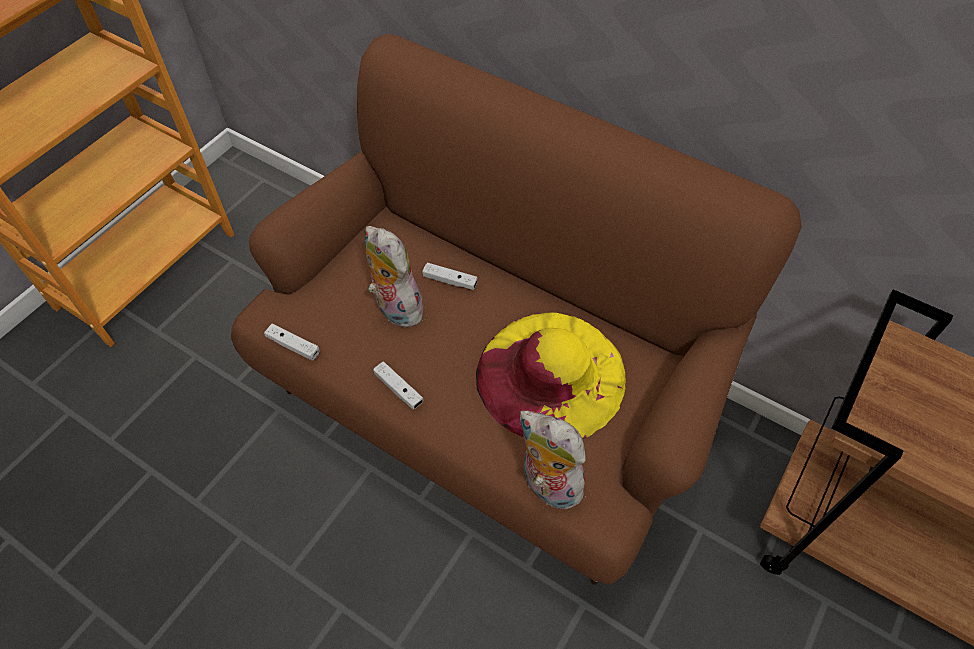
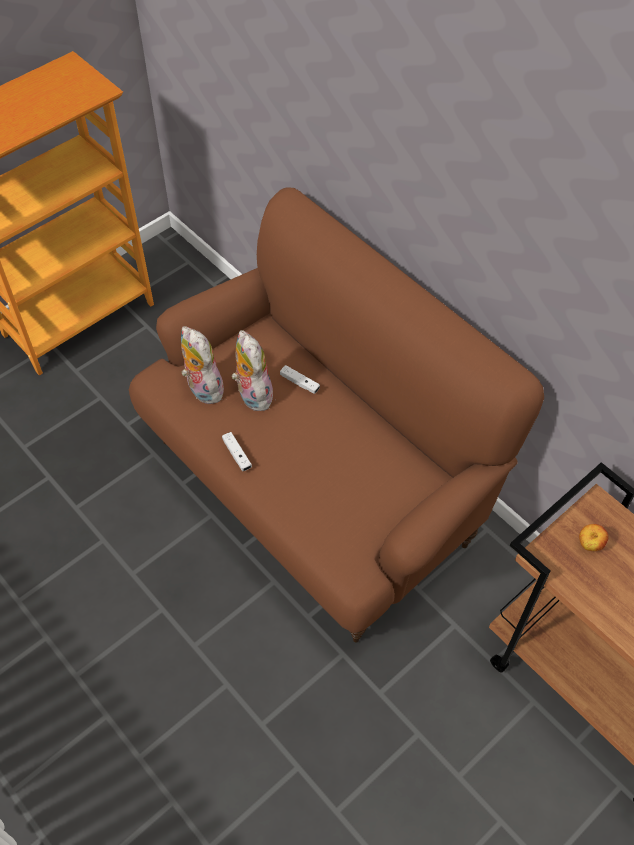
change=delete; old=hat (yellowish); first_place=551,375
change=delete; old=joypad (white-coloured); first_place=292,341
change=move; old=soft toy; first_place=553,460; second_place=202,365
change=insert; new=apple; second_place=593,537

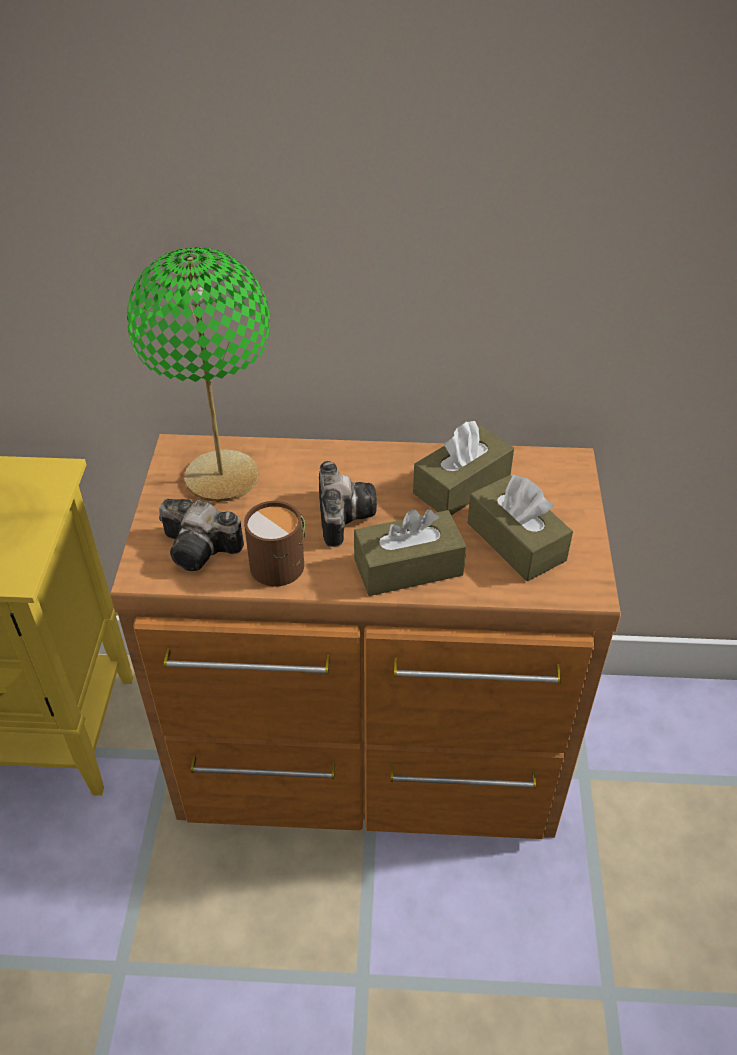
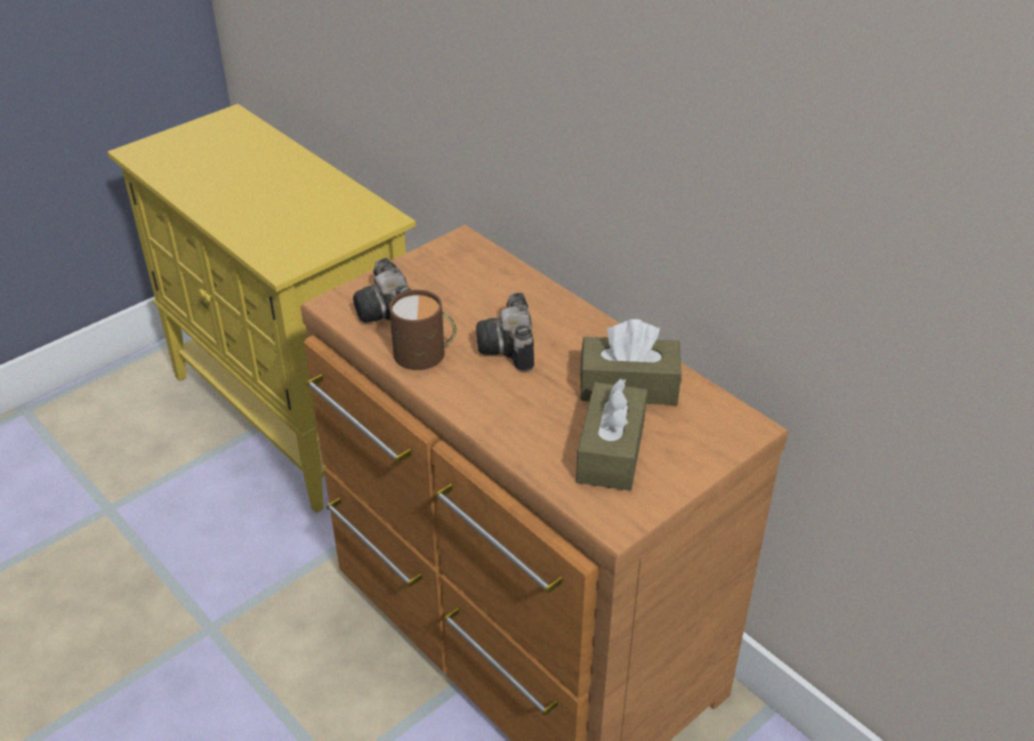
change=delete; old=lamp for a table (greenish); first_place=198,374
change=rotate; old=photo camera; first_place=348,504; second_place=505,332; degrees=135
change=delete; old=box of tissues (brown); first_place=410,552

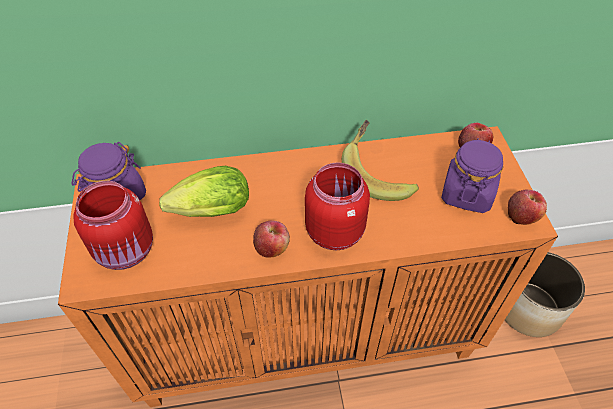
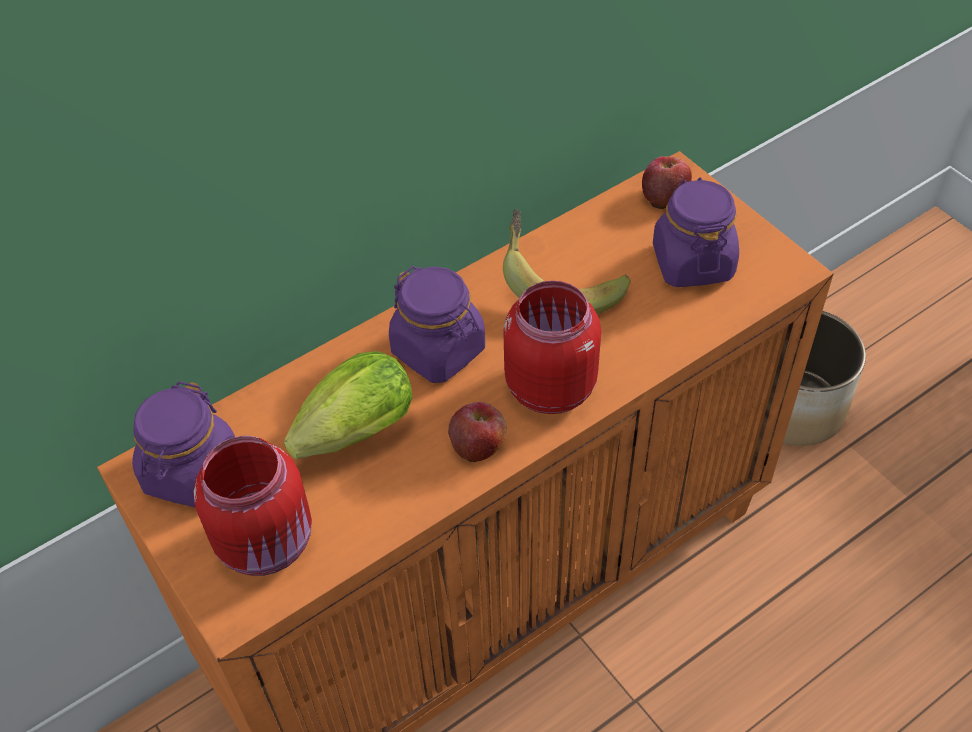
change=delete; old=apple; first_place=527,207
change=insert; new=preserve jar (purple); second_place=437,324

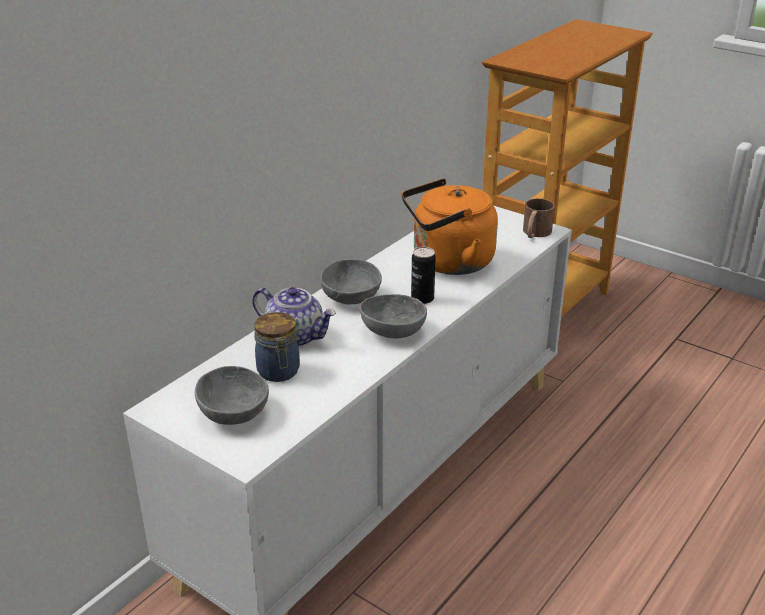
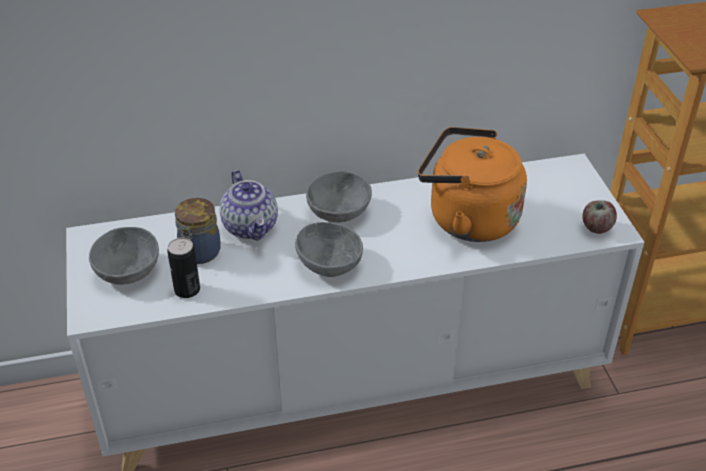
change=replace; old=coffee mug (brown); new=apple; first_place=539,218; second_place=599,217
change=move; old=sealed can; first_place=423,275; second_place=183,268

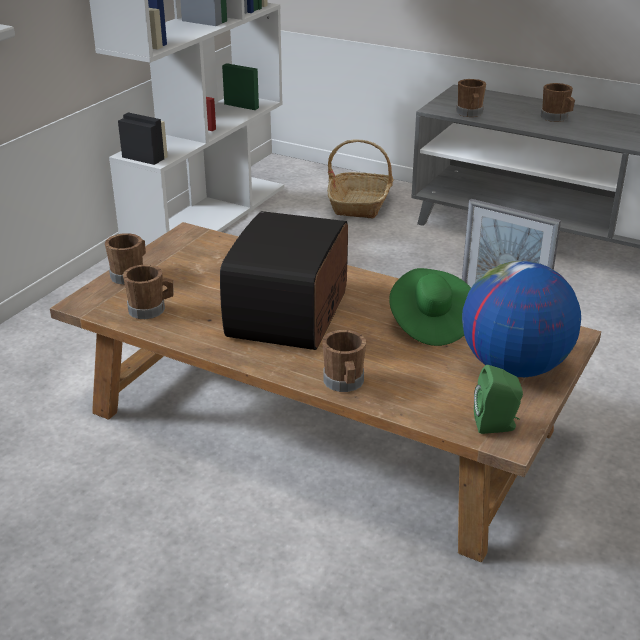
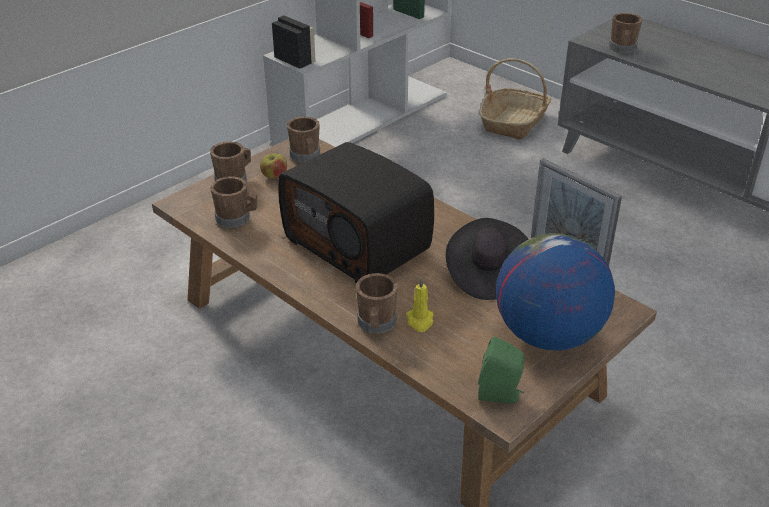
change=move; old=coffee mug (brown); first_place=558,102; second_place=303,139
change=rotate; old=radio; first_place=284,280; second_place=356,212; degrees=-75
change=recolor; old=hat (greenish); new=hat (black); first_place=430,307; second_place=487,259
change=insert; new=apple; second_place=273,166
change=insert; new=candle (yellowish); second_place=420,304

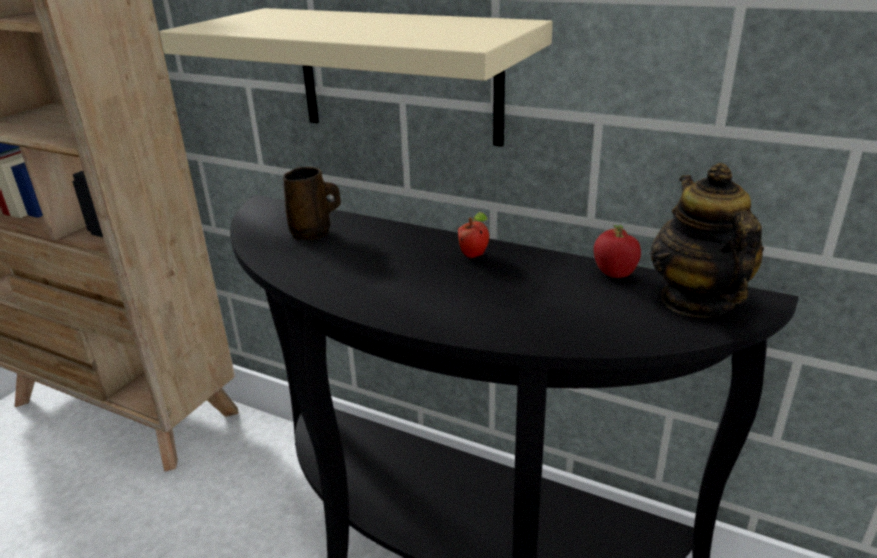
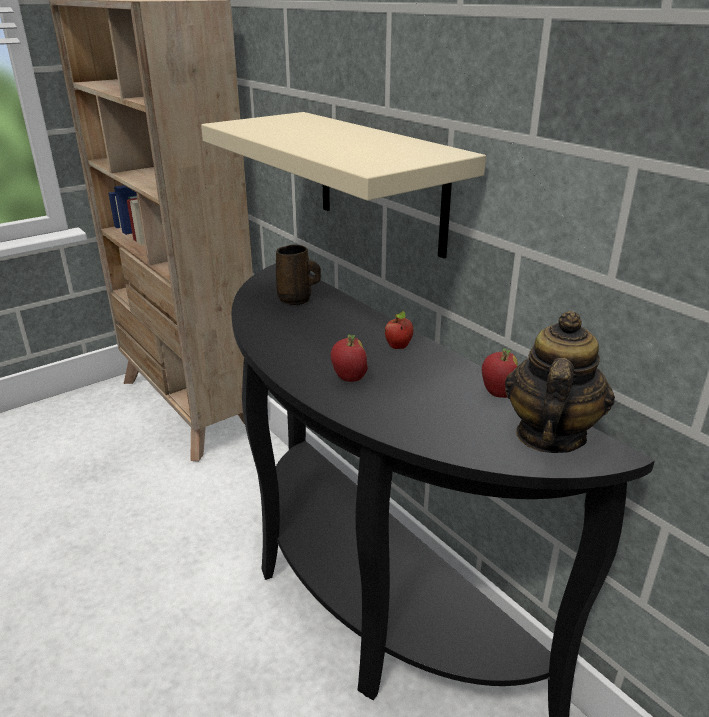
change=insert; new=apple; second_place=349,358

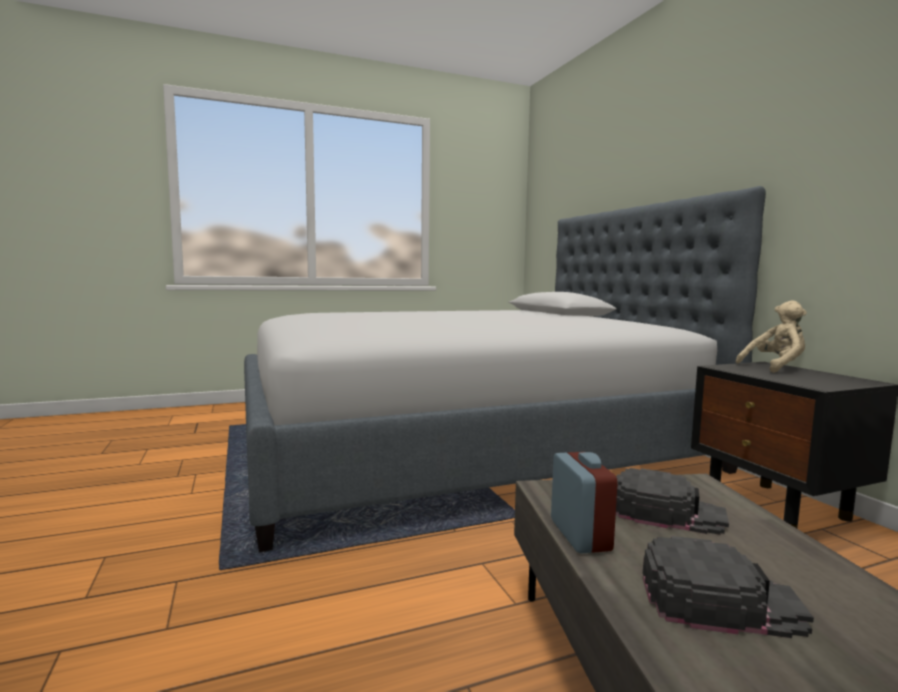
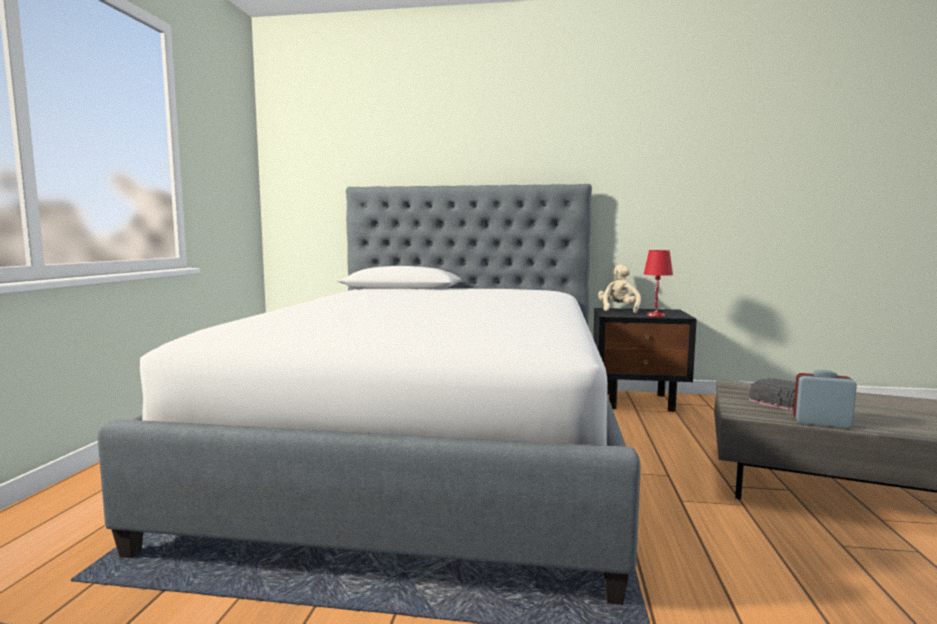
change=delete; old=cap (black); first_place=728,587
change=insert; new=lamp for a table (reddish); second_place=658,283

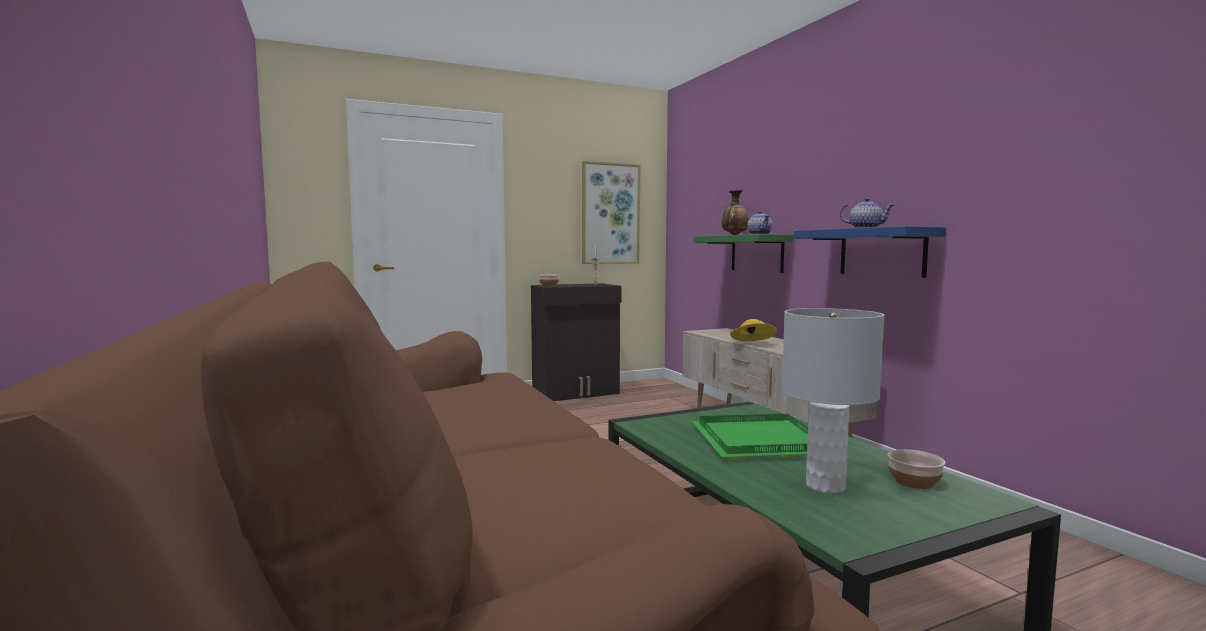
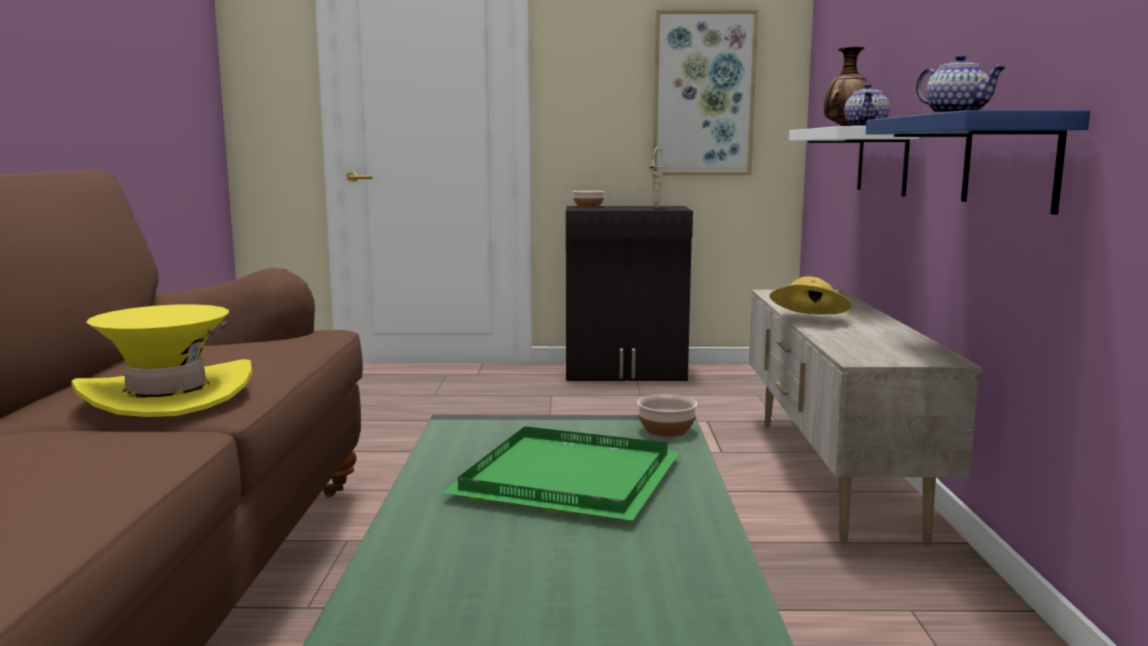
change=recolor; old=bracket shelf (greenish); new=bracket shelf (white-coloured); first_place=744,253; second_place=854,161
change=delete; old=lamp for a table (gray); first_place=833,401
change=move; old=bowl; first_place=916,469; second_place=667,415
change=insert; new=hat (yellowish); second_place=161,360

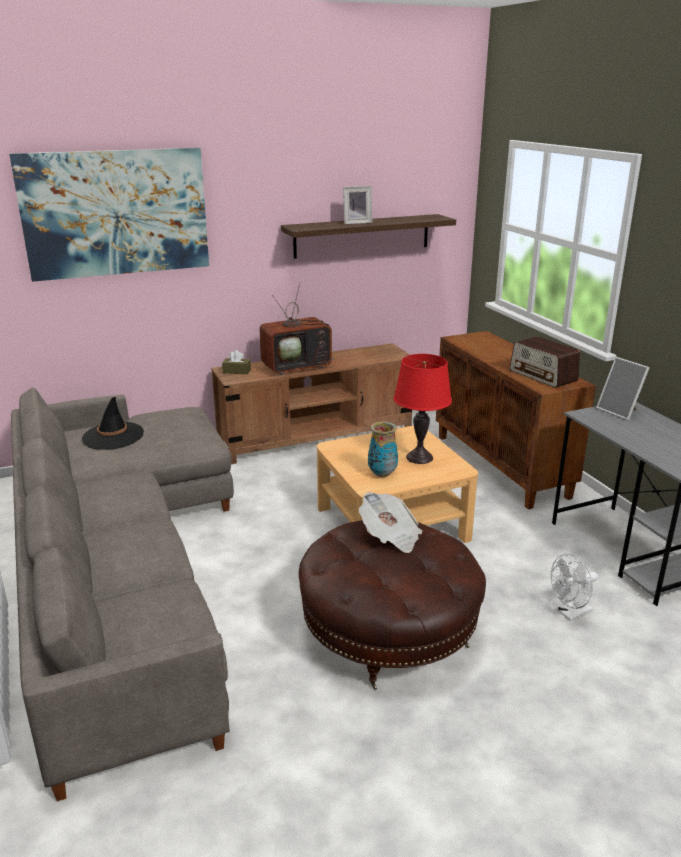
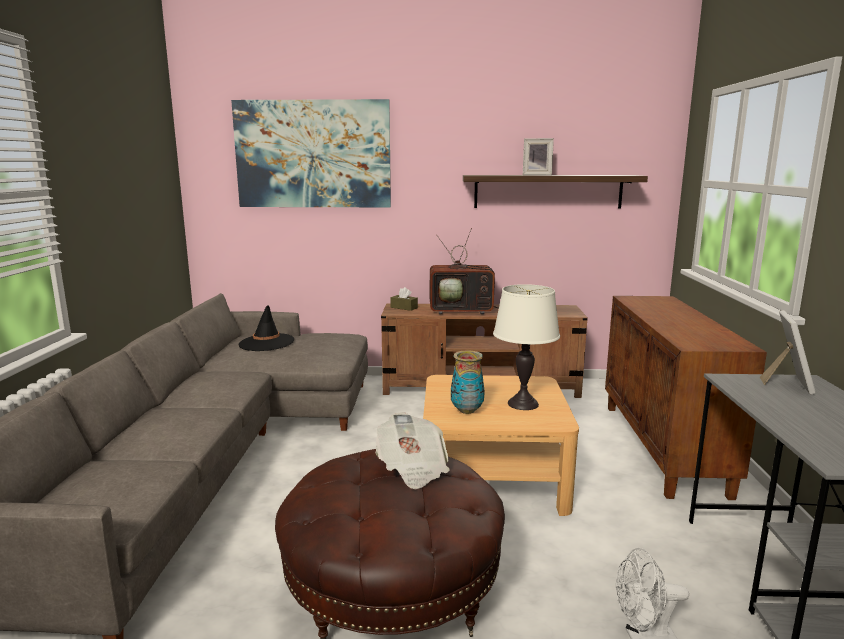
change=delete; old=radio; first_place=545,362
change=recolor; old=lamp for a table (reddish); new=lamp for a table (white-coloured); first_place=423,409; second_place=526,347
change=rotate; old=picture frame; first_place=622,388; second_place=787,352; degrees=-150

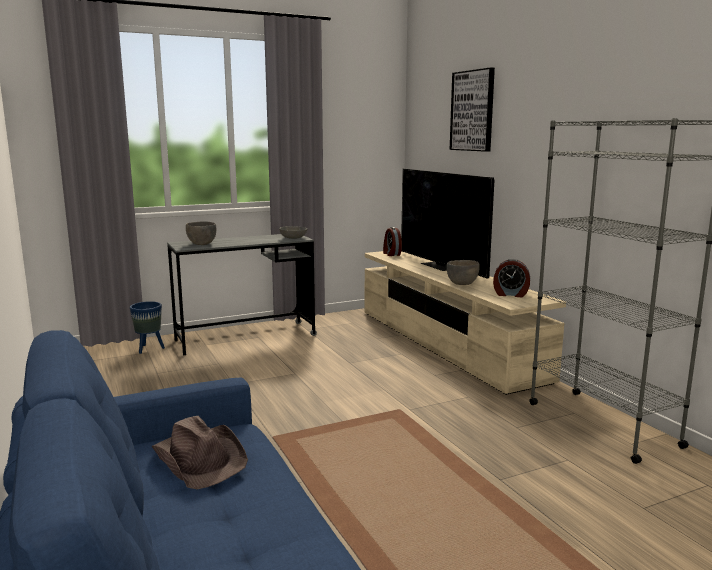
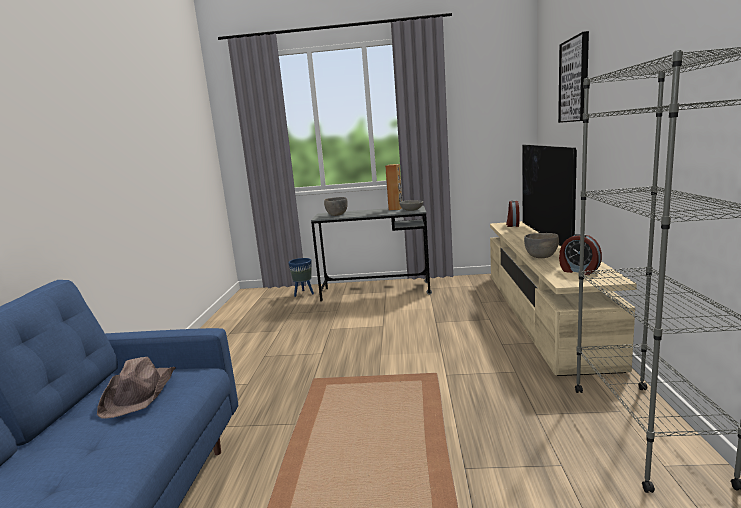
change=insert; new=speaker (brown); second_place=393,187

